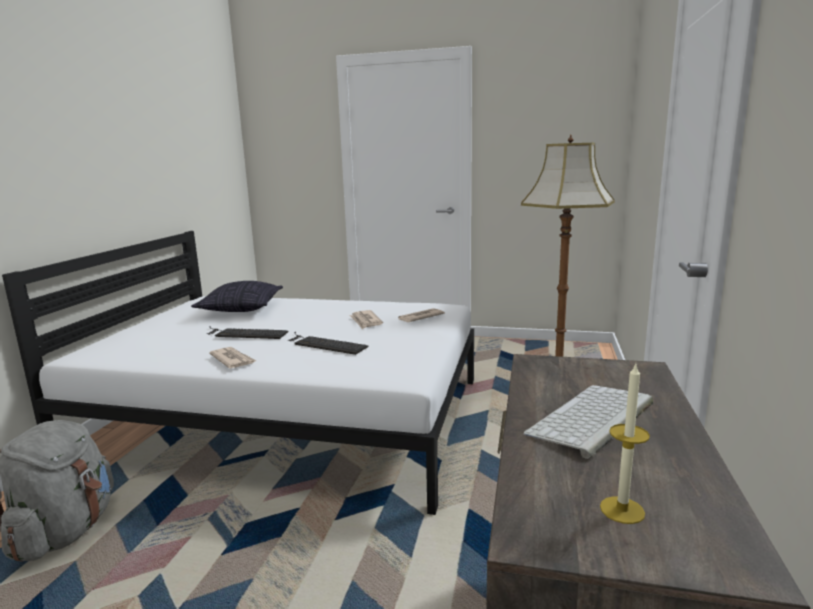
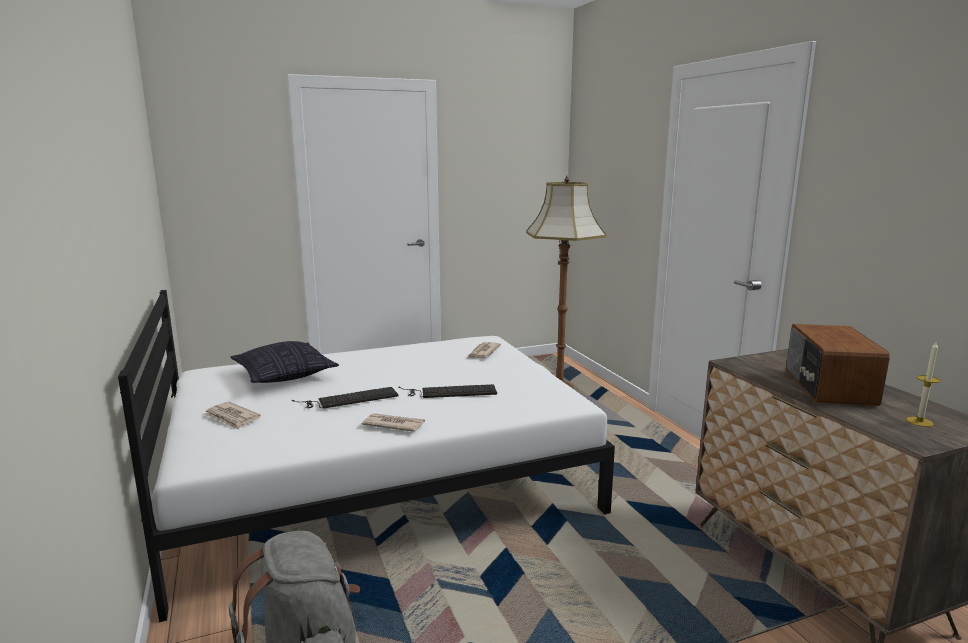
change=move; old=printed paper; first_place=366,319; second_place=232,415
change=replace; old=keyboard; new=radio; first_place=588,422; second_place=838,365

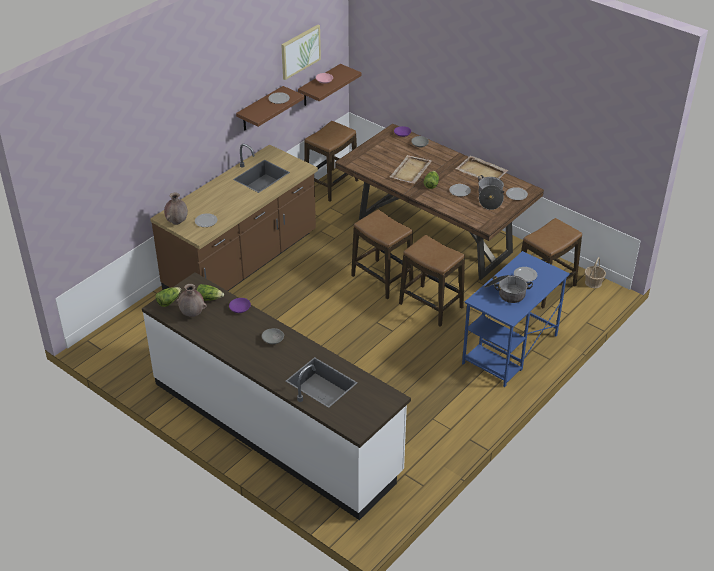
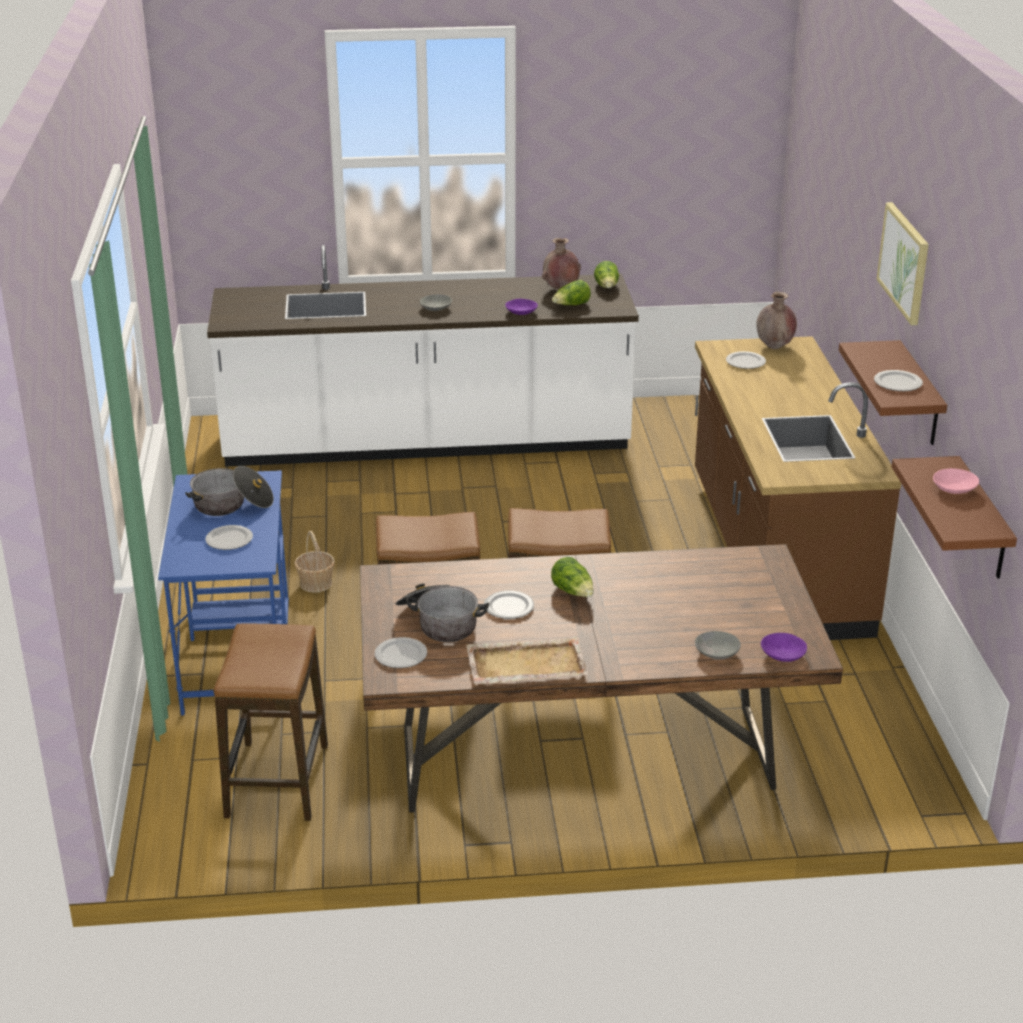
change=move; old=wall art; first_place=301,52; second_place=903,263
change=delete; old=stool; first_place=331,161
change=delete; old=serving tray (beige); first_place=411,169
change=move; old=household basket; first_place=595,272; second_place=315,562

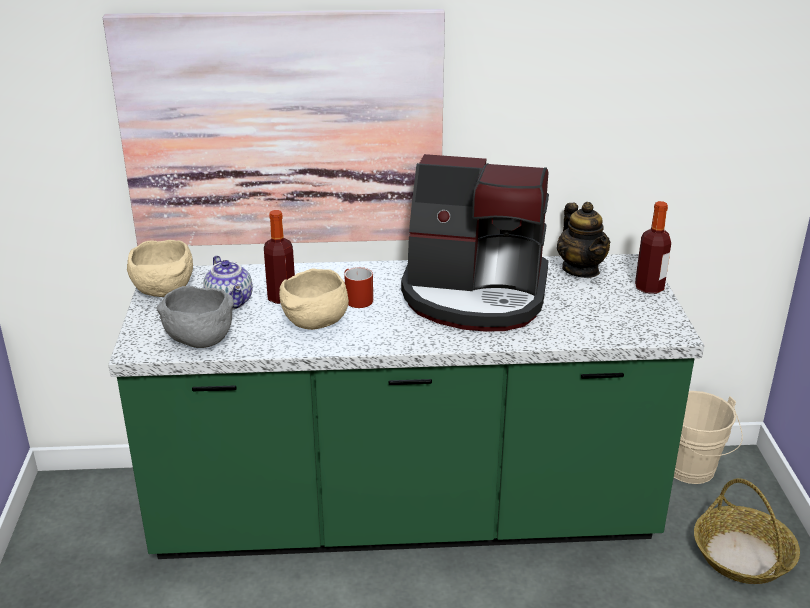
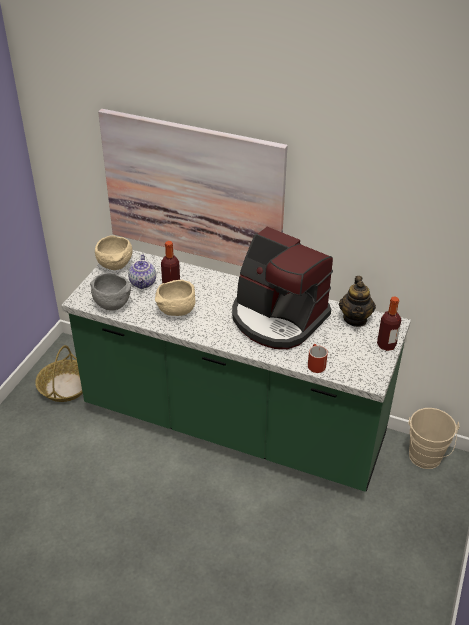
change=move; old=coffee mug (reddish); first_place=358,287; second_place=318,358
change=move; old=household basket; first_place=747,531; second_place=59,373

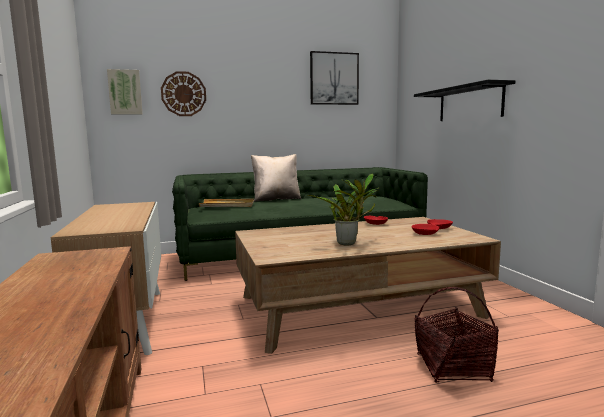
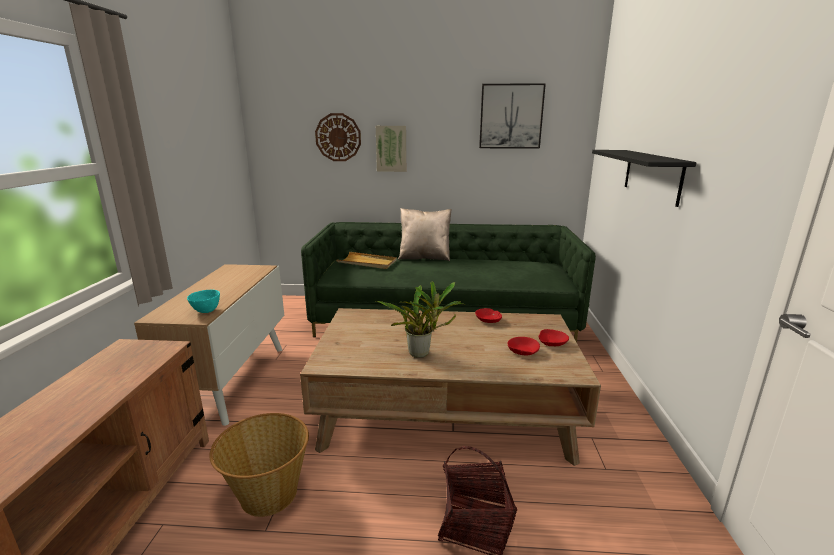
change=move; old=wall art; first_place=124,91; second_place=391,149
change=insert; new=bowl (turquoise-coloured); second_place=203,301
change=insert; new=household basket; second_place=259,465

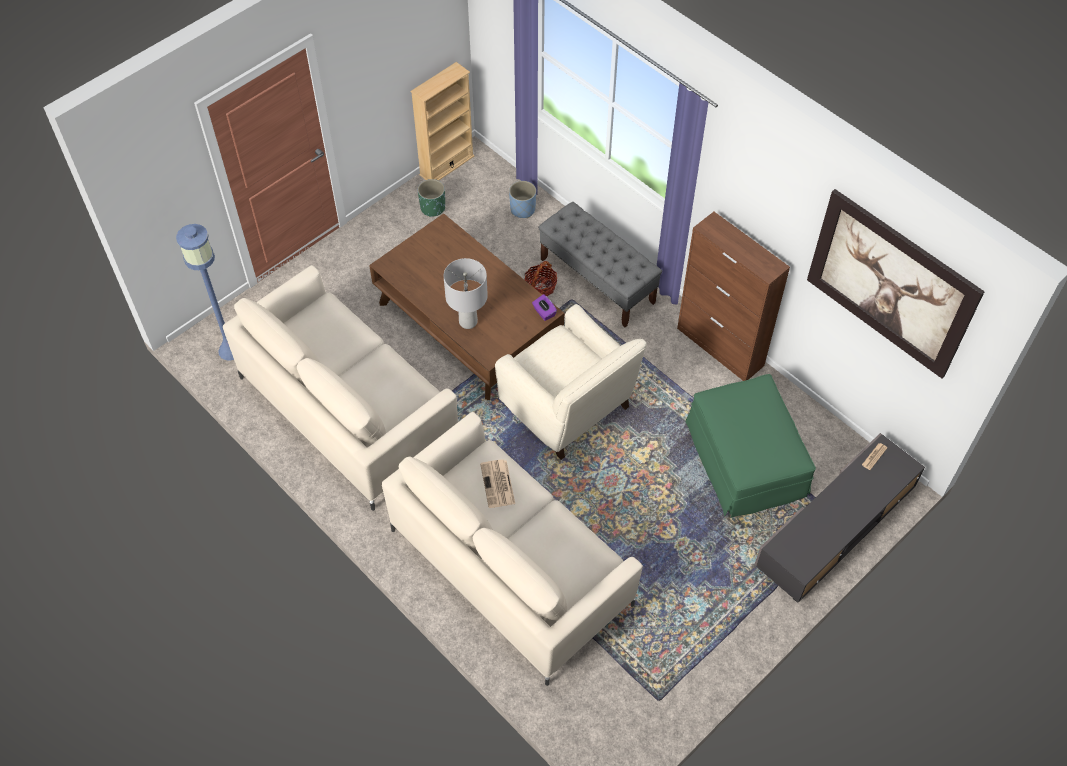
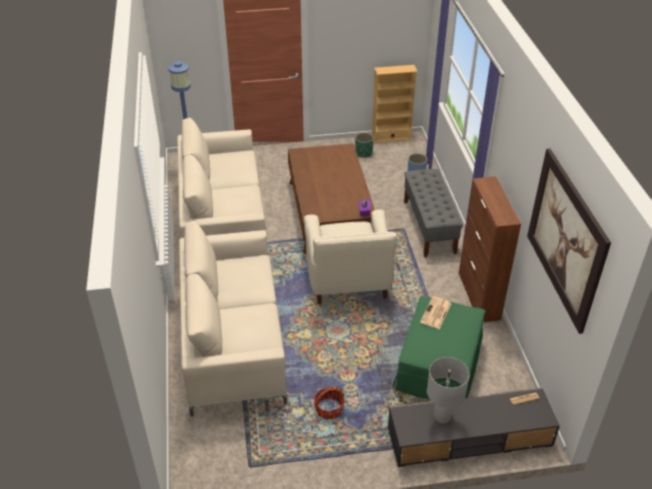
change=move; old=lamp for a table (gray); first_place=466,293; second_place=448,390
change=move; old=household basket; first_place=540,278; second_place=329,403
change=move; old=printed paper; first_place=497,483; second_place=435,312

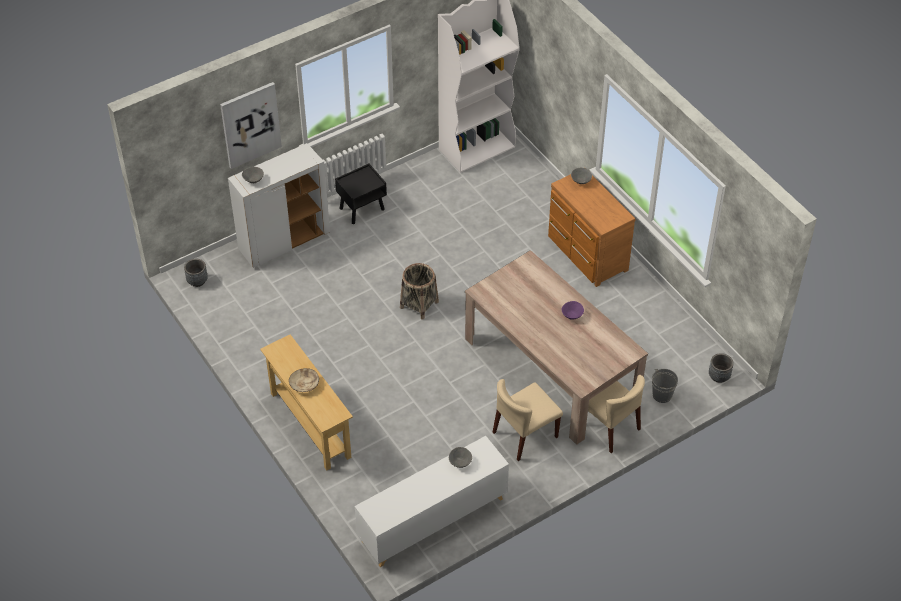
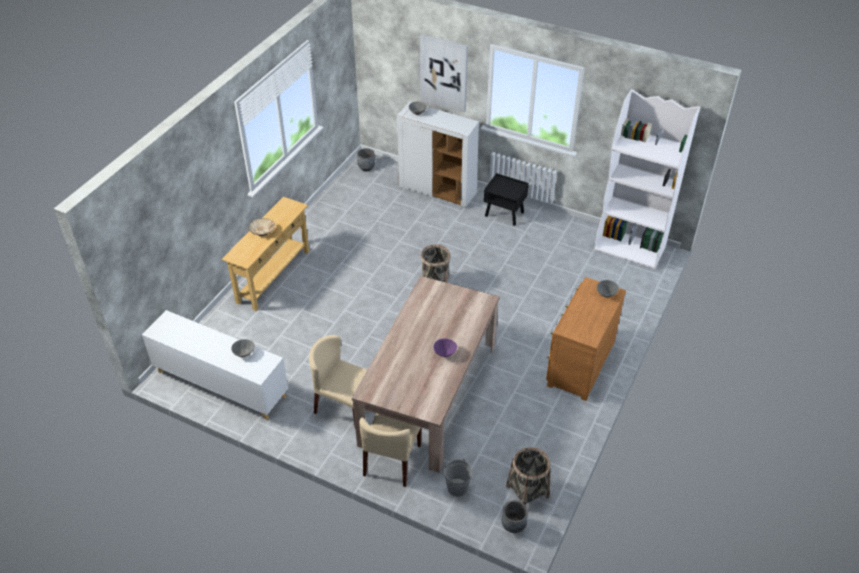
change=insert; new=household basket; second_place=528,476

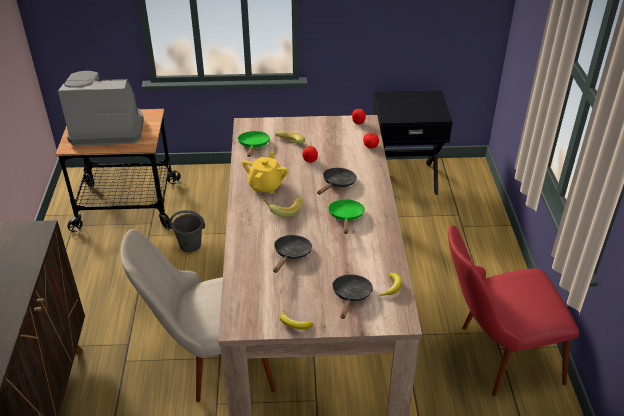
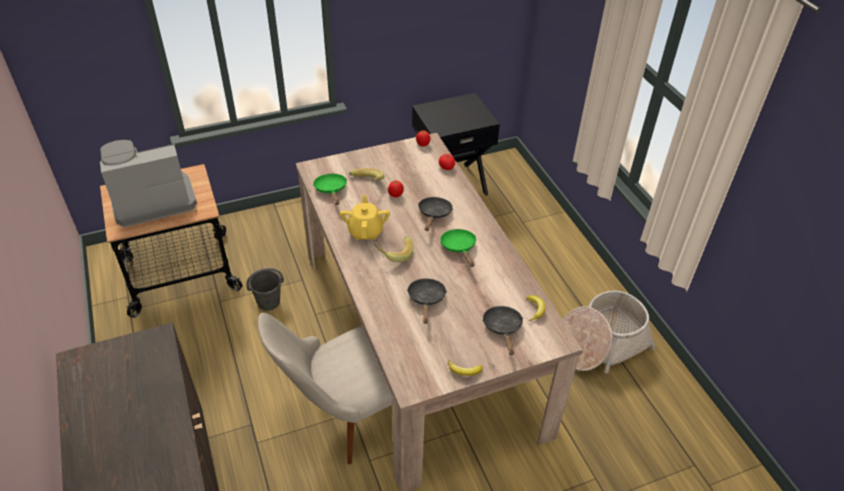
change=replace; old=chair (reddish); new=household basket; first_place=513,310; second_place=609,332

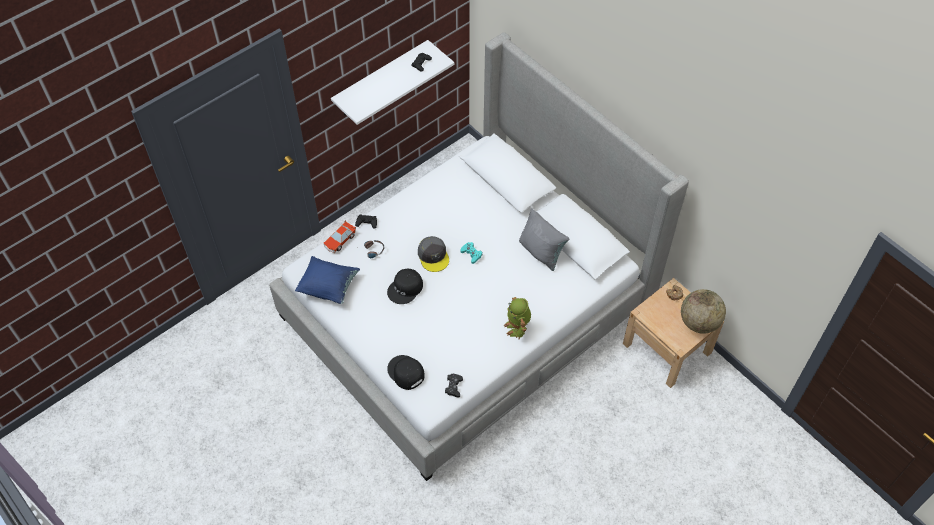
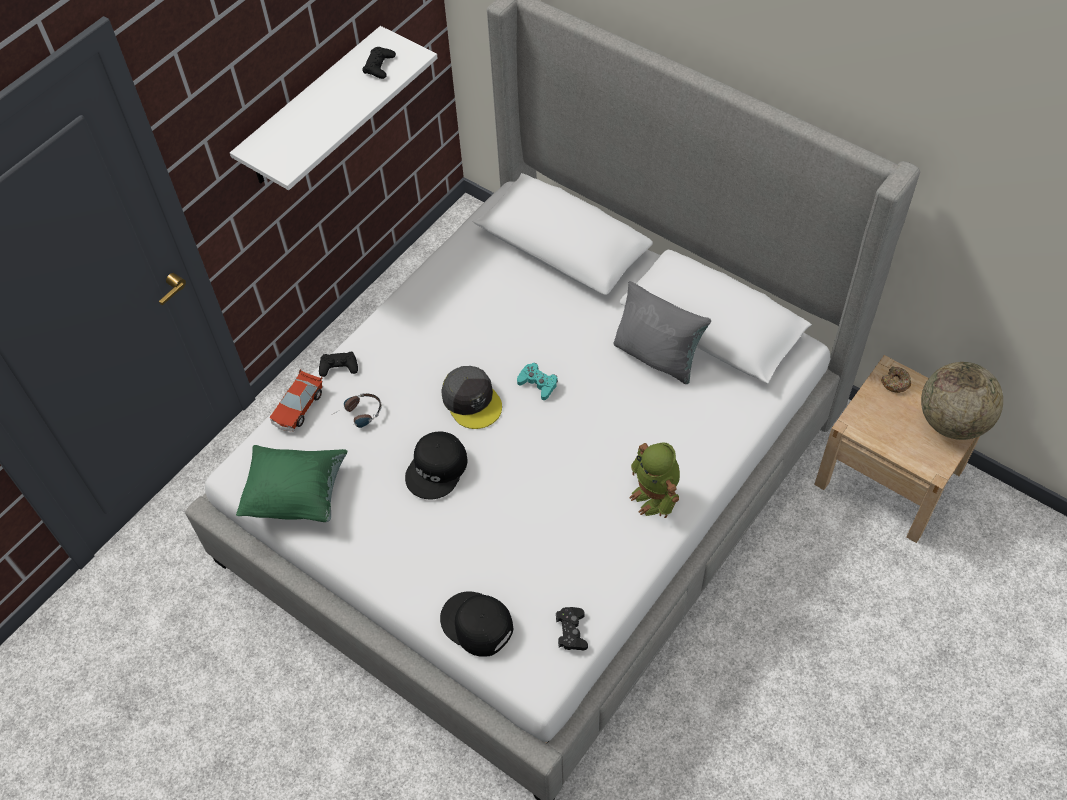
change=recolor; old=cushion (bluish); new=cushion (greenish); first_place=327,280; second_place=291,483

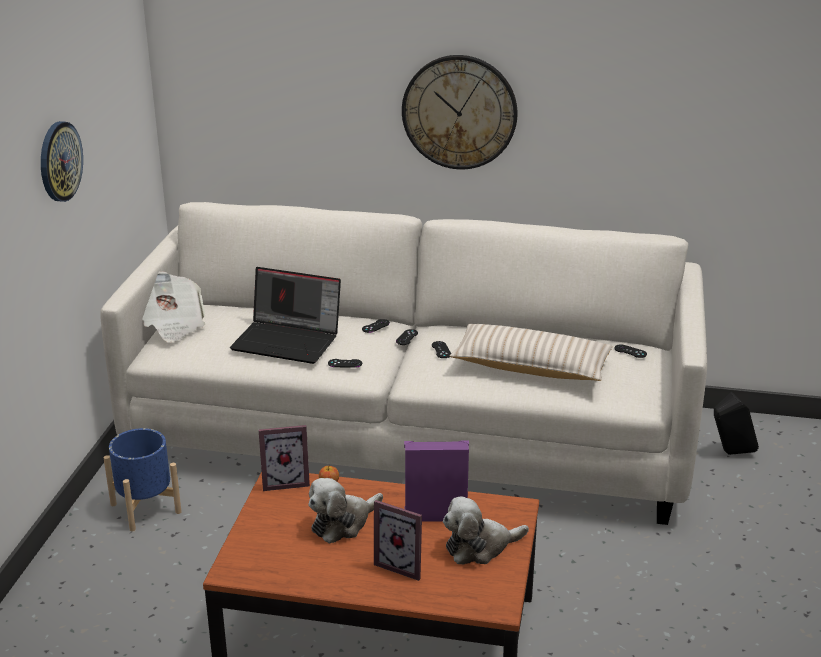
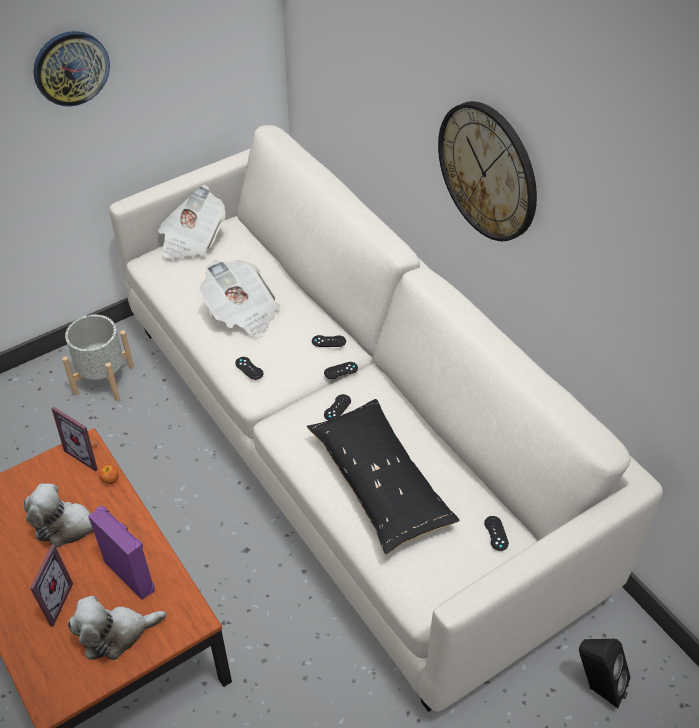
change=replace; old=laptop; new=printed paper; first_place=285,315; second_place=240,299
change=recolor; old=cushion (beige); new=cushion (black); first_place=531,352; second_place=383,477
change=recolor; old=plant pot (bluish); new=plant pot (gray); first_place=143,479; second_place=98,358
change=rotate; old=soft toy; first_place=486,530; second_place=117,628; degrees=-45
change=rotate; old=picture frame; first_place=398,540; second_place=51,585; degrees=-150

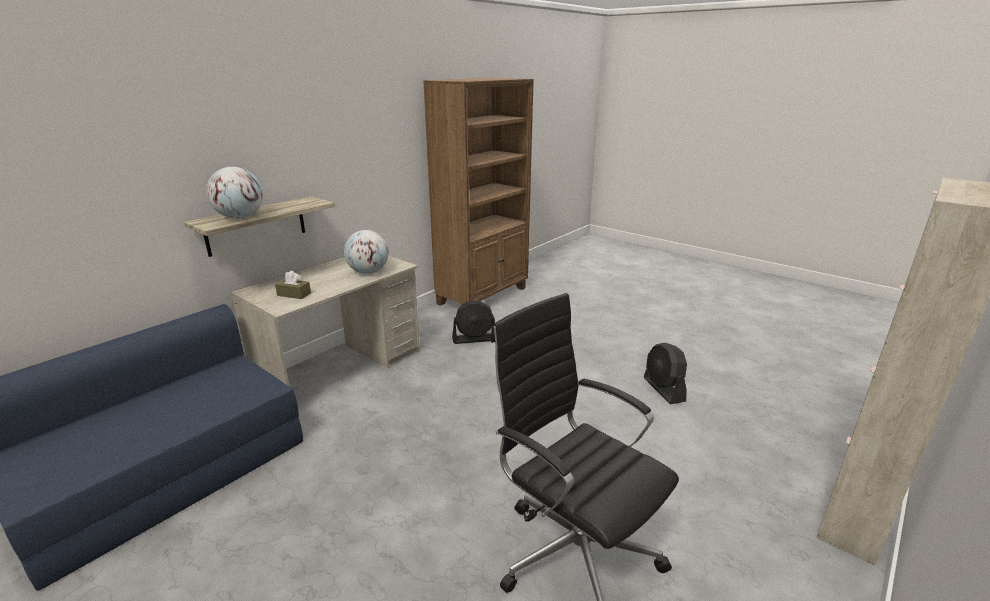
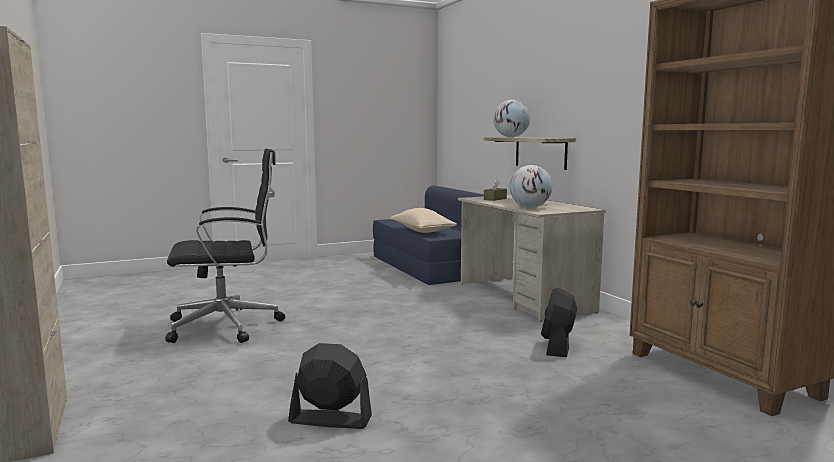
change=insert; new=cushion (beige); second_place=423,220

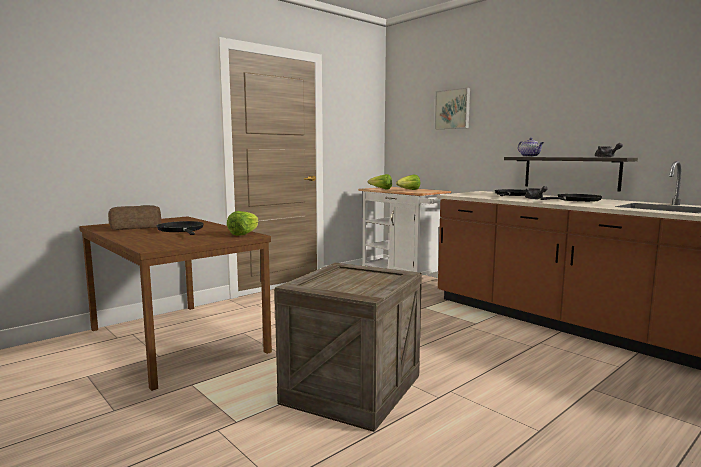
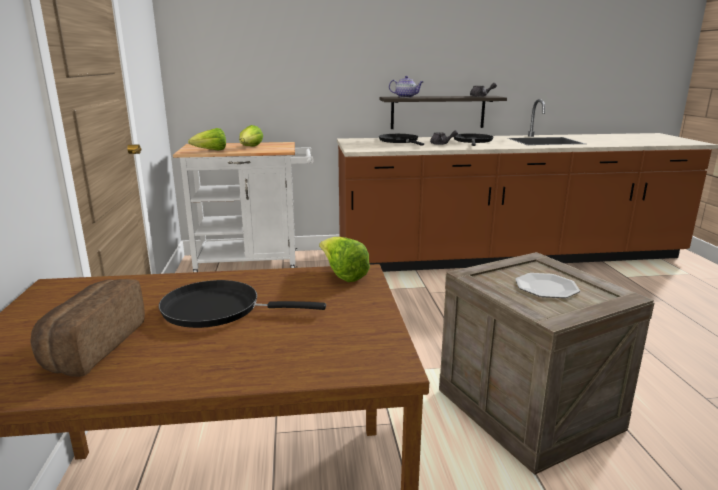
change=delete; old=wall art; first_place=452,108
change=insert; new=dinner plate; second_place=547,285

